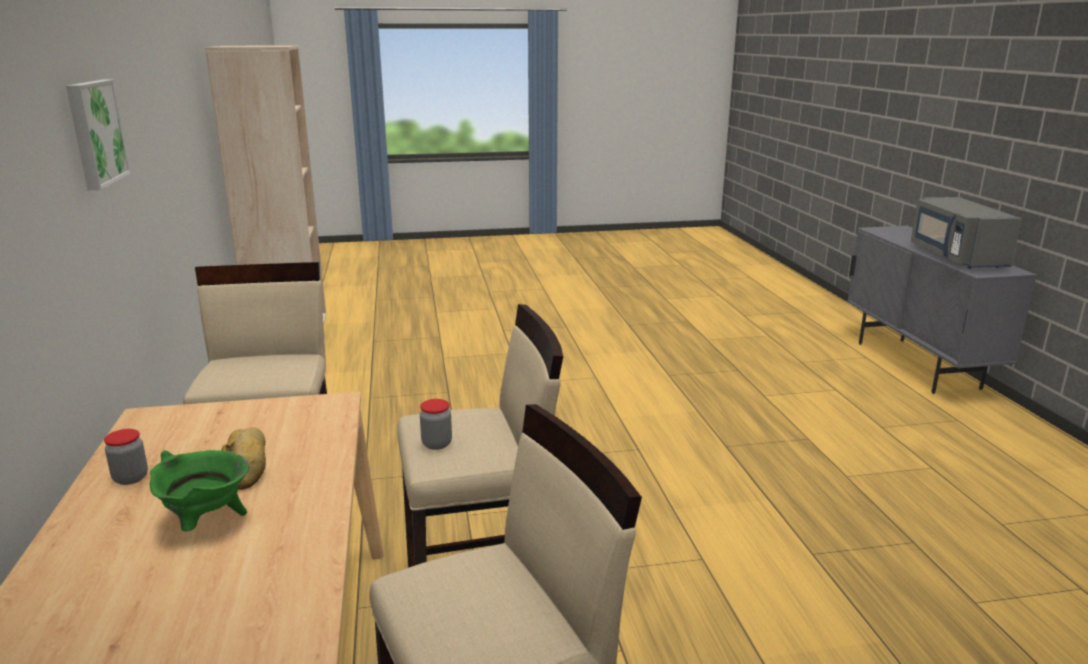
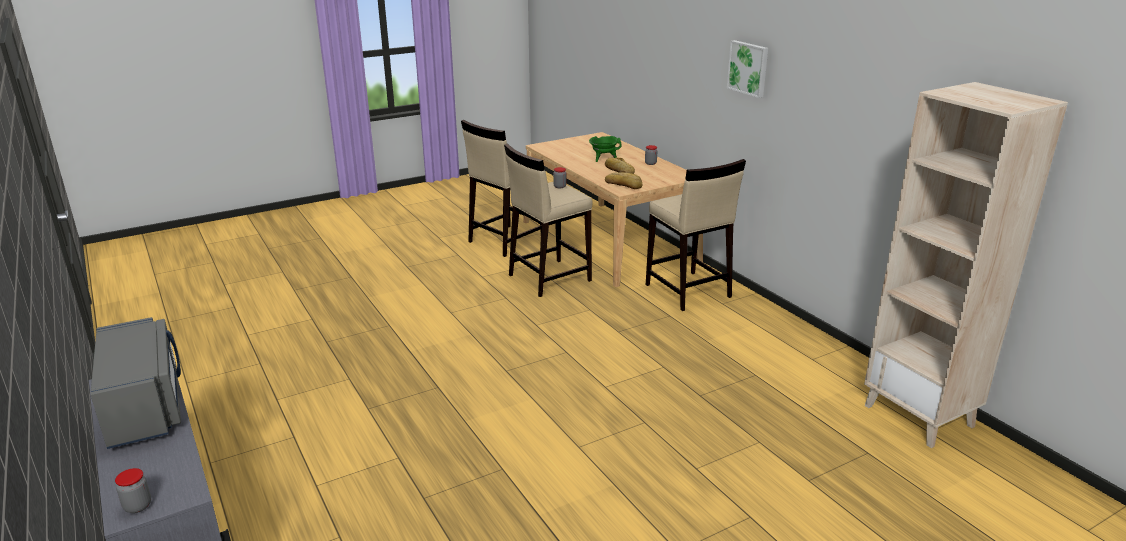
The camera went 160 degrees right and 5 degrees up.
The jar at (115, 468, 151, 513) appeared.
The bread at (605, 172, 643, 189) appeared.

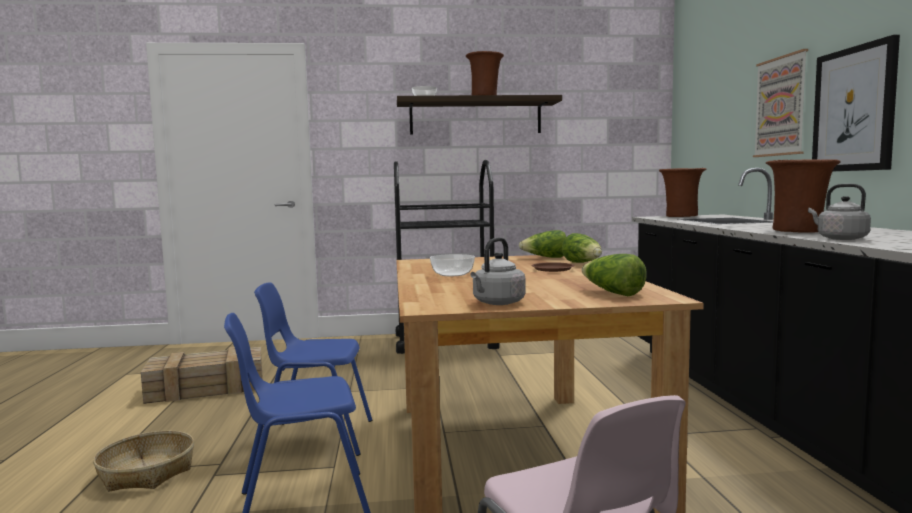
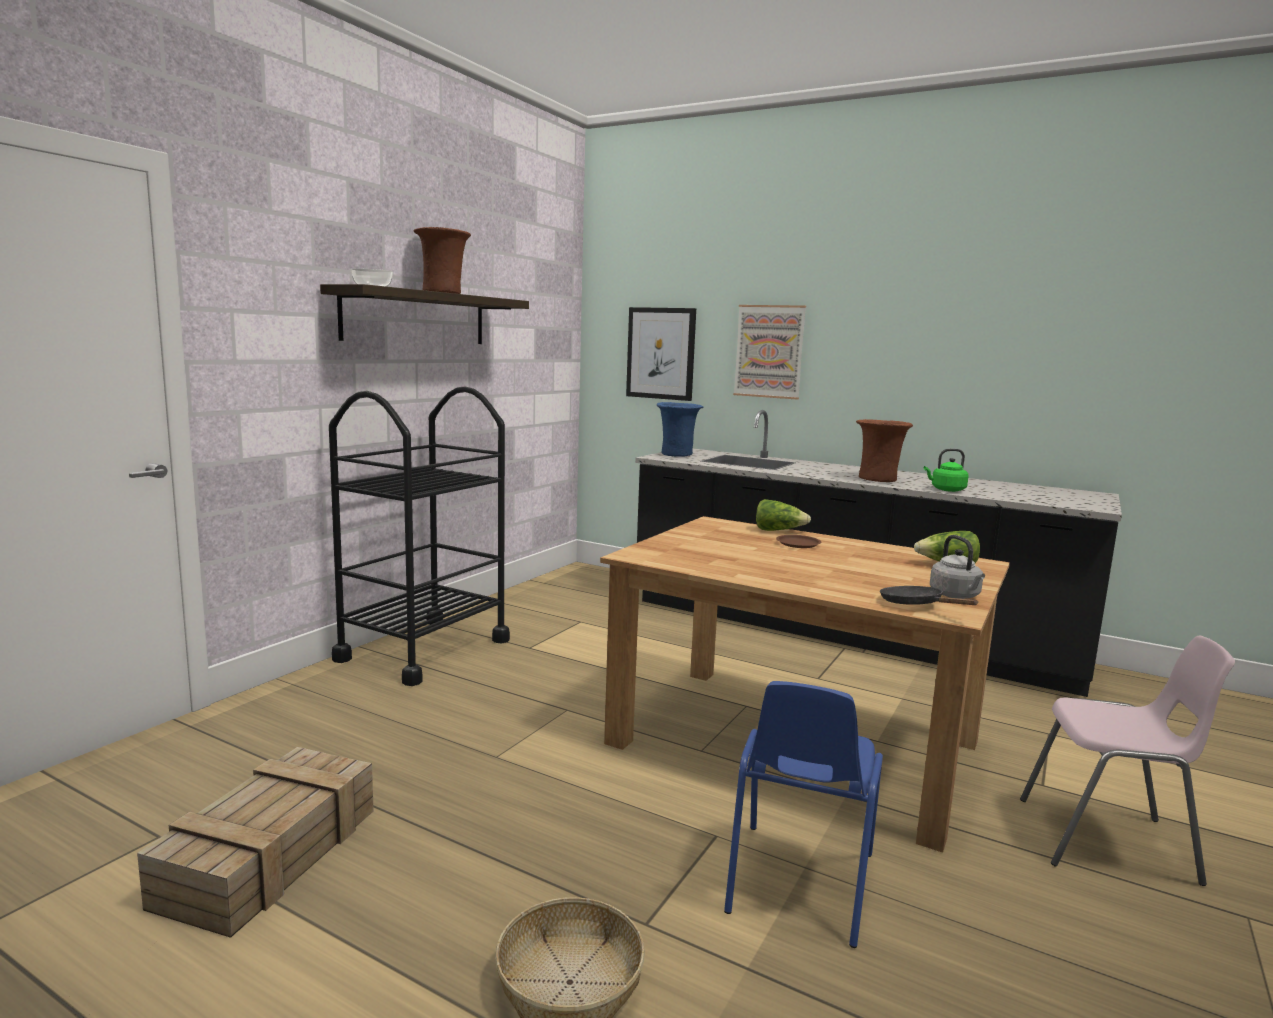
The camera went 55 degrees left and 5 degrees up.
The chair in blue at (254, 283, 372, 456) disappeared.
The bowl at (430, 254, 475, 276) disappeared.
The lettuce at (519, 230, 566, 258) disappeared.
The frying pan in black at (880, 586, 978, 605) appeared.
The picture moved from (812, 35, 900, 171) to (626, 307, 696, 401).
The vase in brown at (659, 168, 707, 217) became the vase in blue at (657, 402, 703, 457).
The kettle in grey at (808, 184, 871, 240) became the kettle in green at (924, 449, 969, 492).

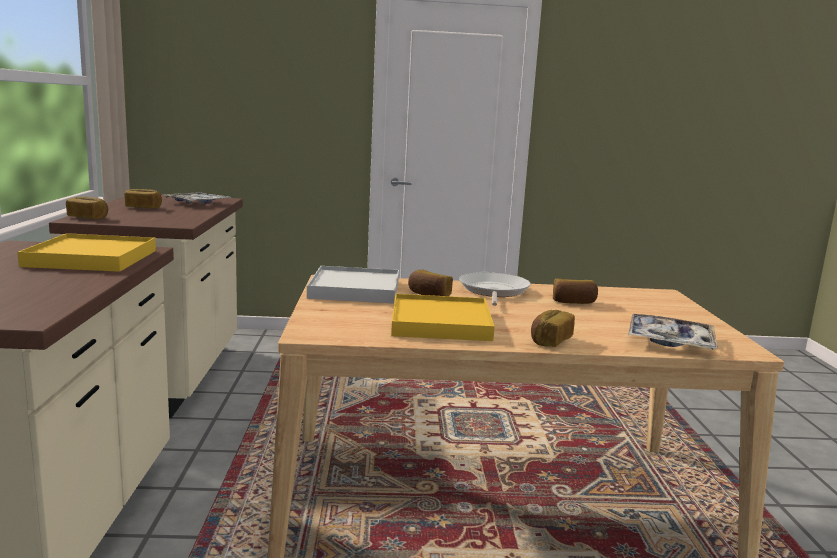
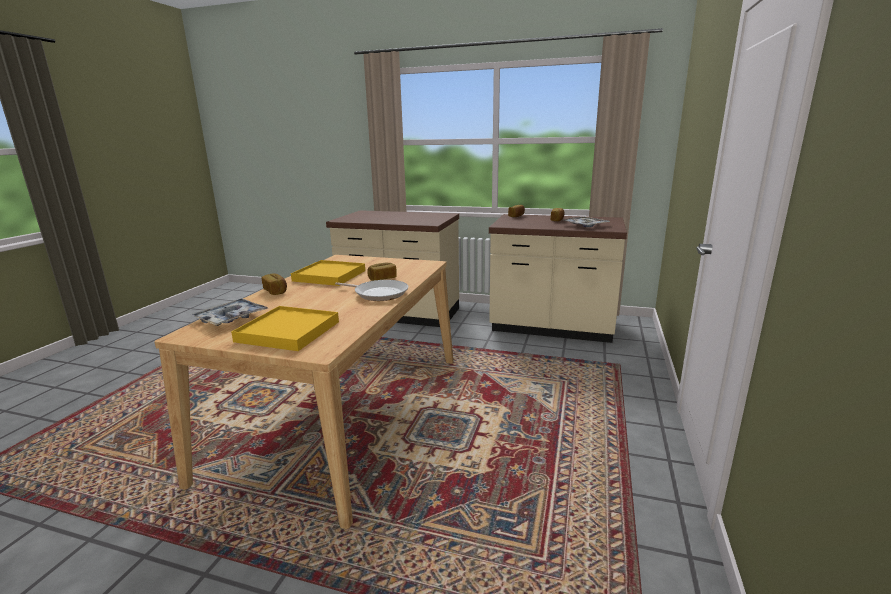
The camera went 110 degrees right and 5 degrees up.
The tray in white at (307, 266, 399, 304) disappeared.
The bread at (553, 278, 598, 304) disappeared.
The tray in yellow moved from (17, 233, 156, 272) to (231, 306, 339, 351).

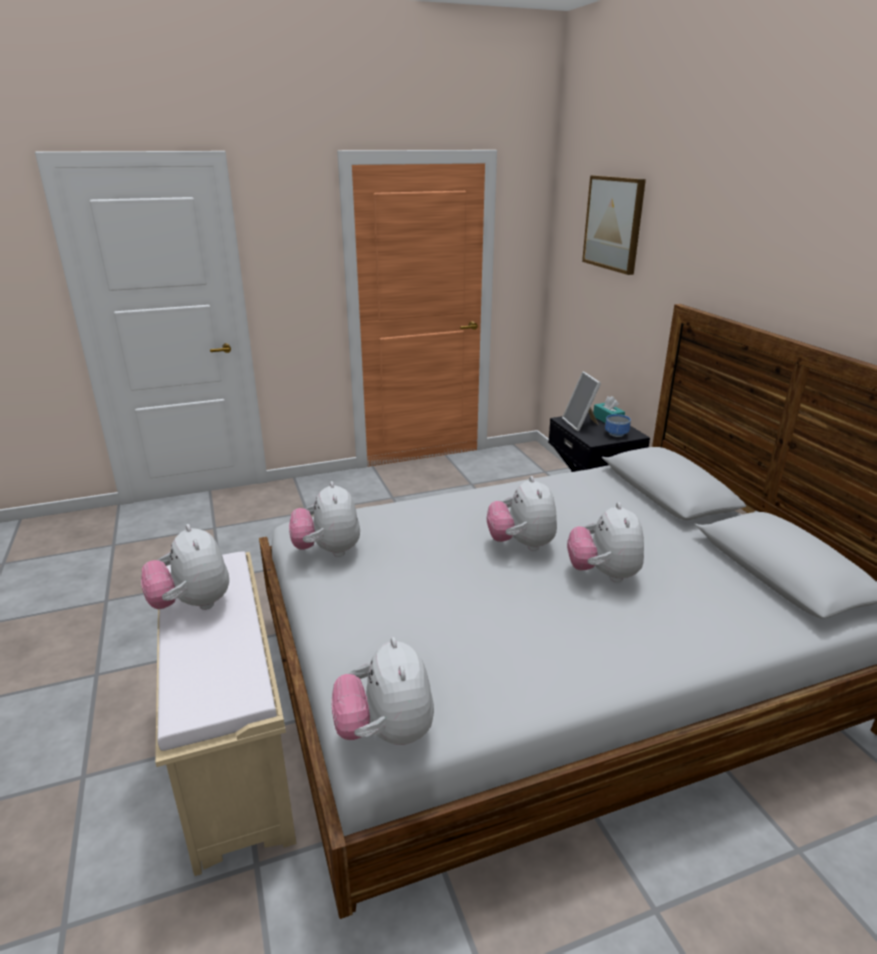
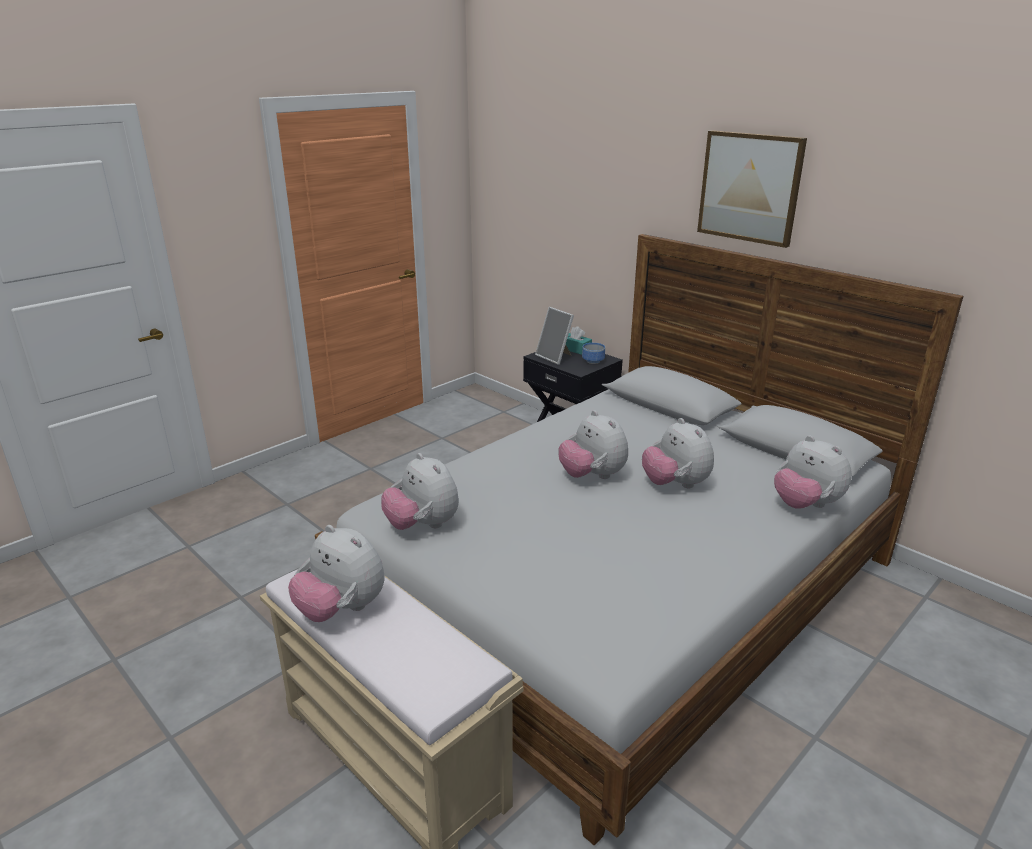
The camera went 25 degrees left and 0 degrees up.
The plush toy moved from (331, 637, 434, 745) to (774, 436, 852, 509).
The picture moved from (582, 175, 646, 275) to (697, 130, 807, 248).

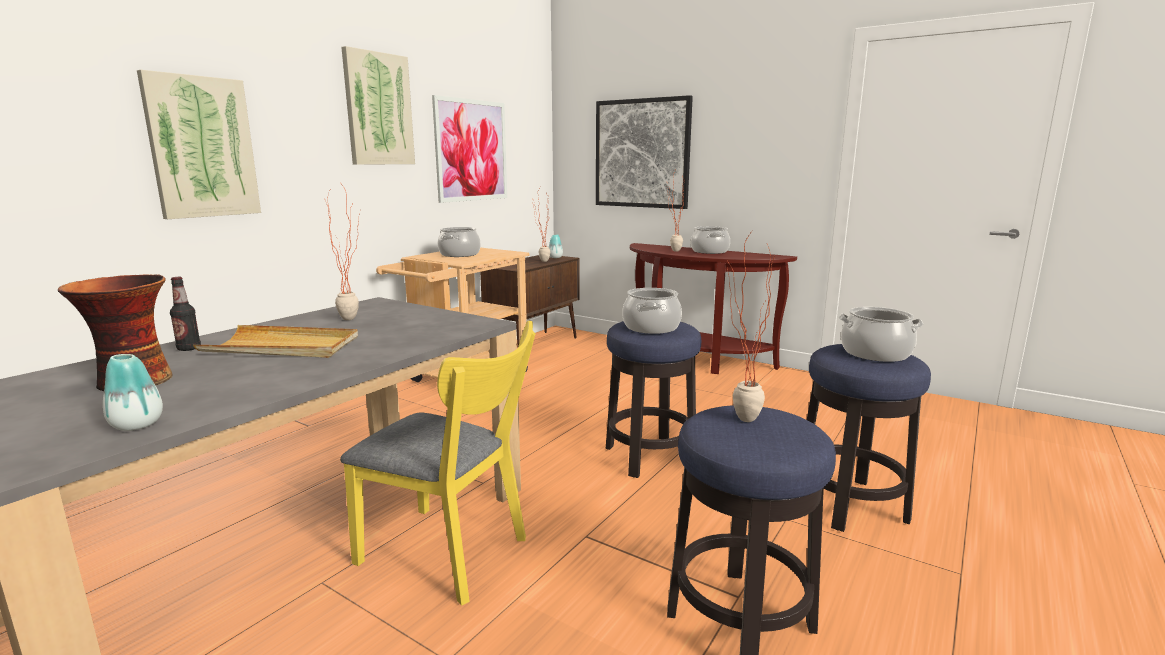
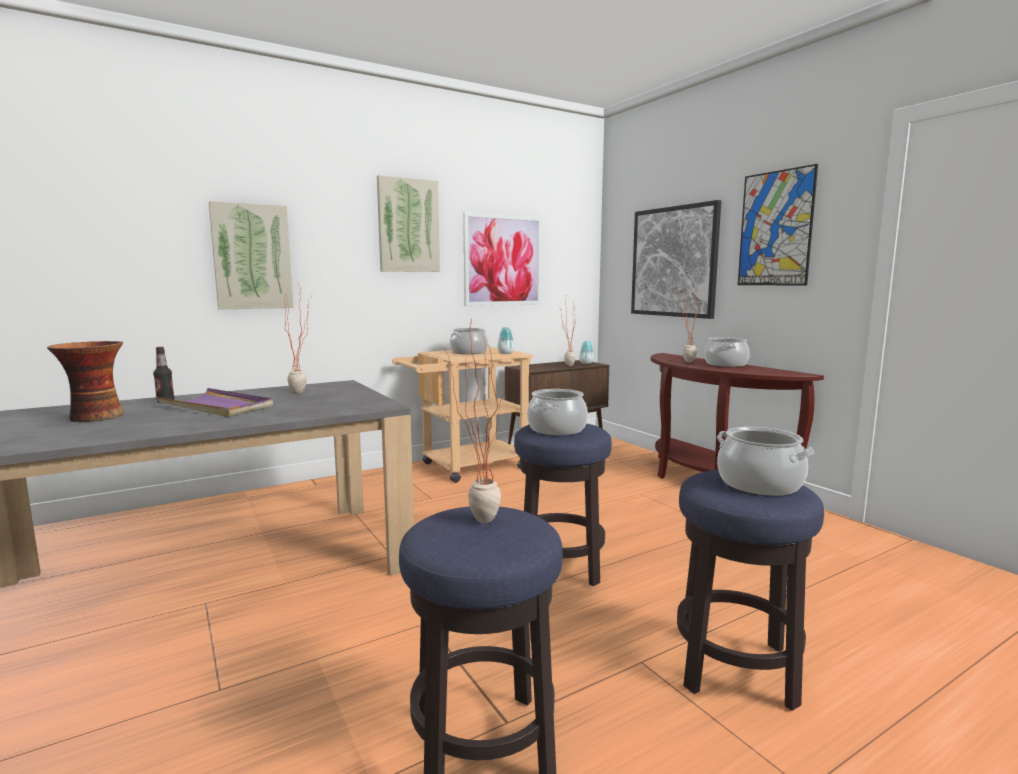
The camera went 25 degrees right and 5 degrees down.
The chair in yellow at (340, 320, 536, 606) disappeared.
The picture at (738, 164, 818, 286) appeared.
The vase moved from (103, 354, 163, 431) to (497, 327, 514, 354).
The tray in beige at (193, 325, 358, 358) became the tray in purple at (155, 388, 273, 417).

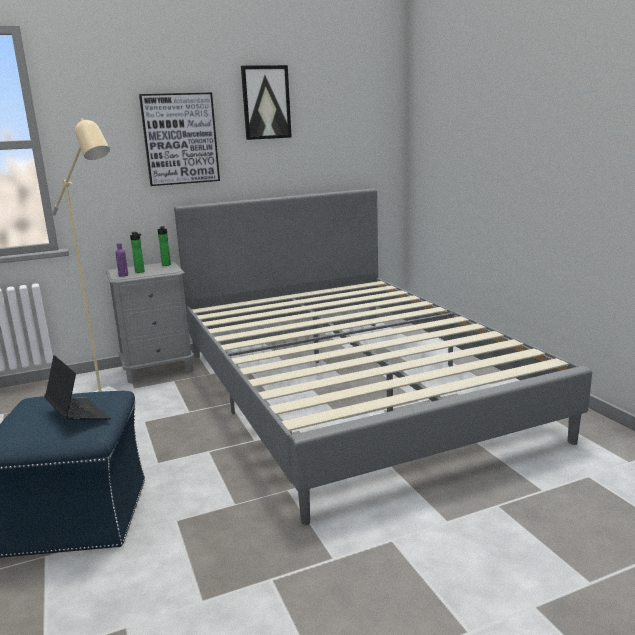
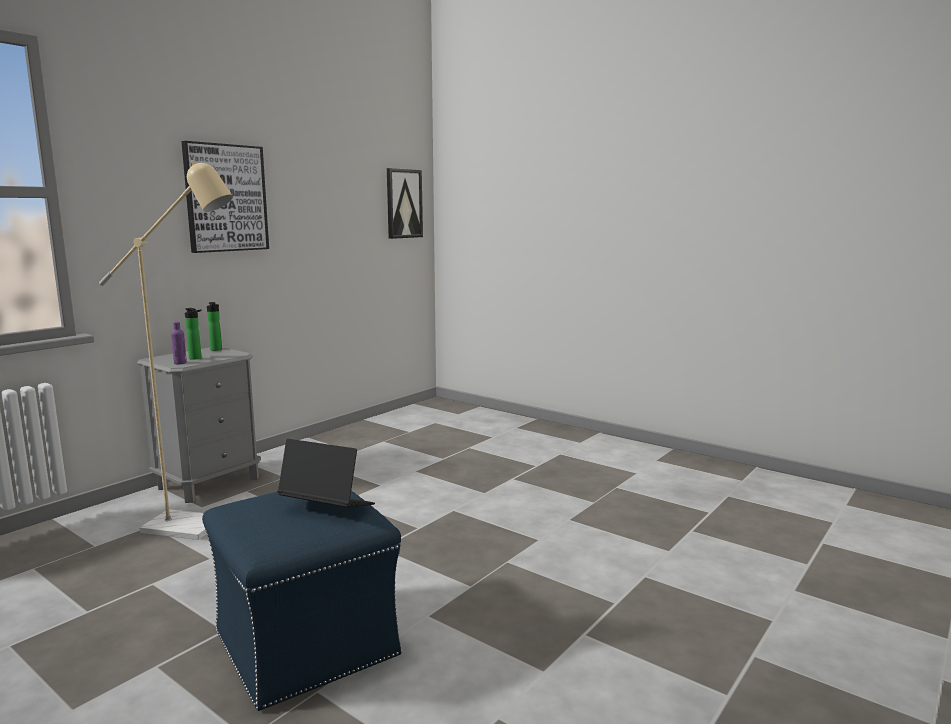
The camera went 30 degrees left and 5 degrees down.
The bed in grey at (174, 189, 592, 525) disappeared.
The picture moved from (241, 65, 292, 140) to (387, 168, 423, 239).

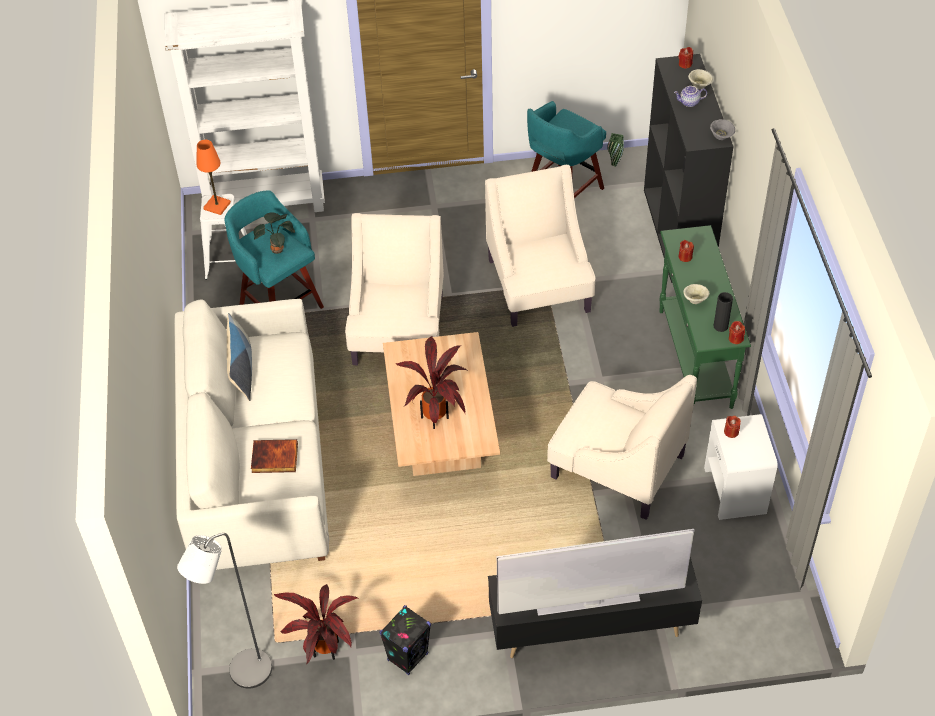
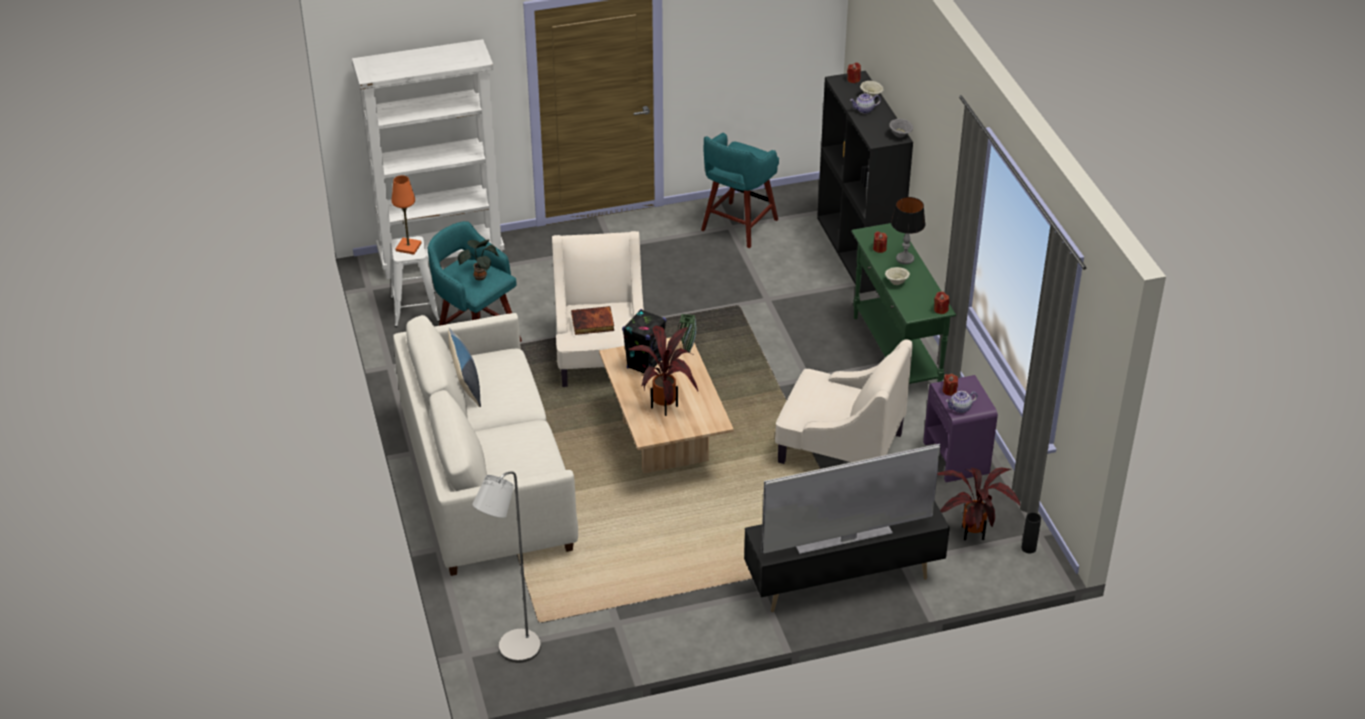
The camera went 10 degrees left and 10 degrees down.
The armchair in beige at (485, 165, 596, 327) disappeared.
The table lamp at (891, 197, 926, 264) appeared.
The teapot at (946, 391, 977, 413) appeared.
The book moved from (251, 439, 298, 473) to (571, 306, 614, 335).
The potted plant moved from (273, 584, 357, 664) to (937, 468, 1021, 540).
The speaker in black moved from (379, 605, 431, 675) to (622, 309, 666, 373).
The vase in green moved from (607, 133, 624, 167) to (678, 314, 697, 352).
The vase in black moved from (714, 292, 733, 332) to (1022, 512, 1041, 553).
The nightstand in white at (704, 414, 778, 520) became the nightstand in purple at (923, 375, 998, 482).

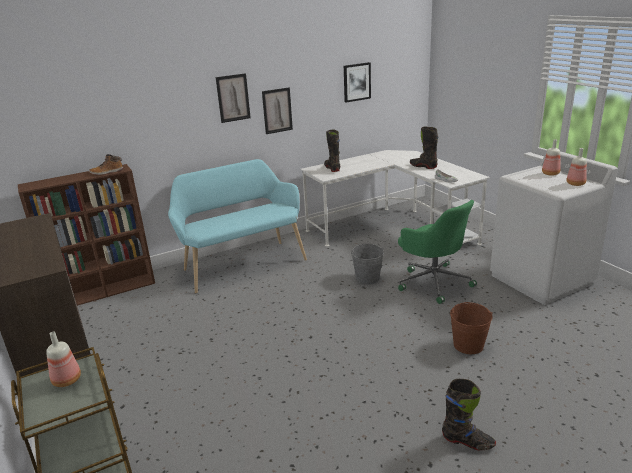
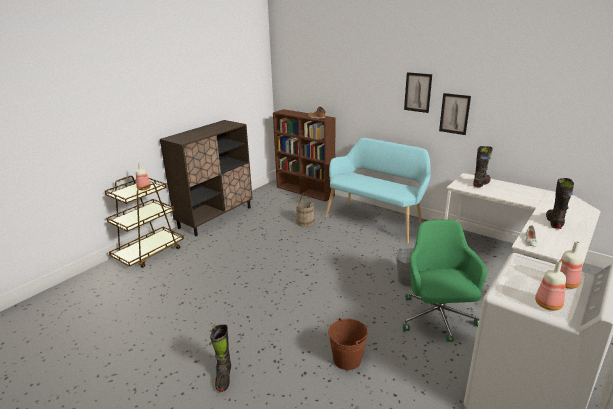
The camera went 65 degrees right and 0 degrees up.
The picture at (344, 62, 371, 102) disappeared.
The bucket in beige at (296, 194, 315, 227) appeared.
The office chair in green at (398, 200, 477, 304) turned 150 degrees clockwise.

